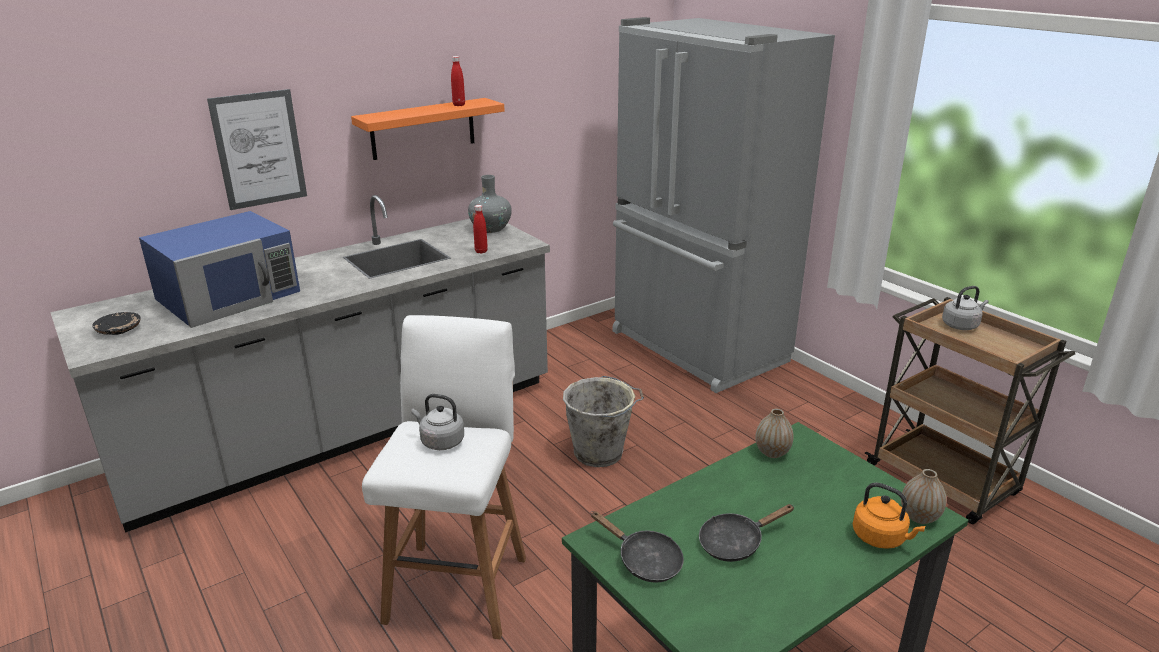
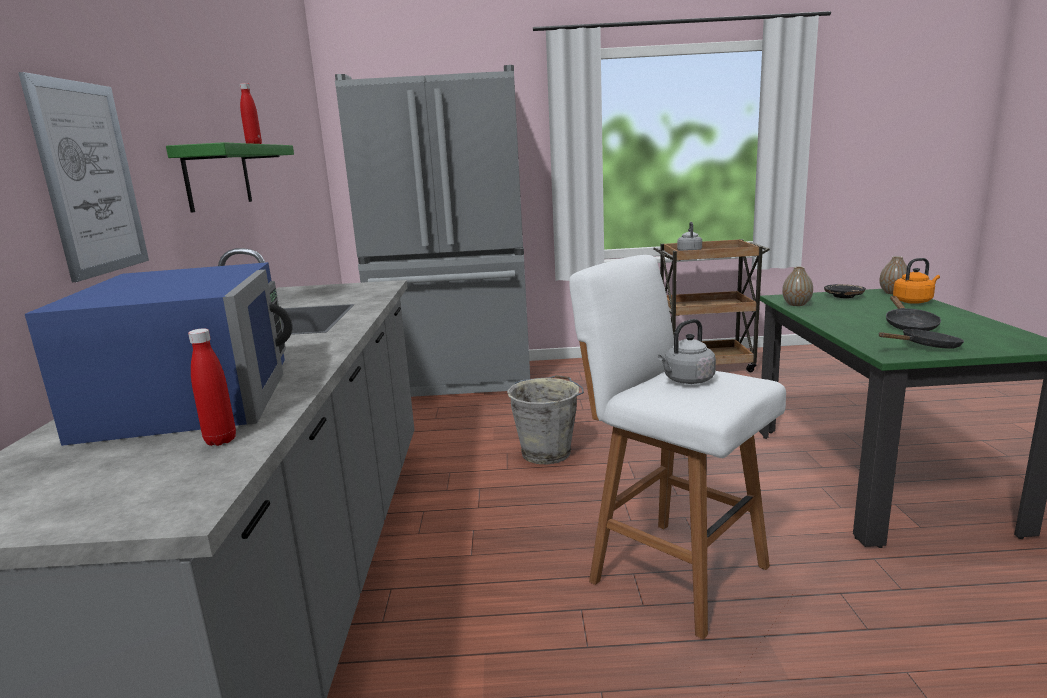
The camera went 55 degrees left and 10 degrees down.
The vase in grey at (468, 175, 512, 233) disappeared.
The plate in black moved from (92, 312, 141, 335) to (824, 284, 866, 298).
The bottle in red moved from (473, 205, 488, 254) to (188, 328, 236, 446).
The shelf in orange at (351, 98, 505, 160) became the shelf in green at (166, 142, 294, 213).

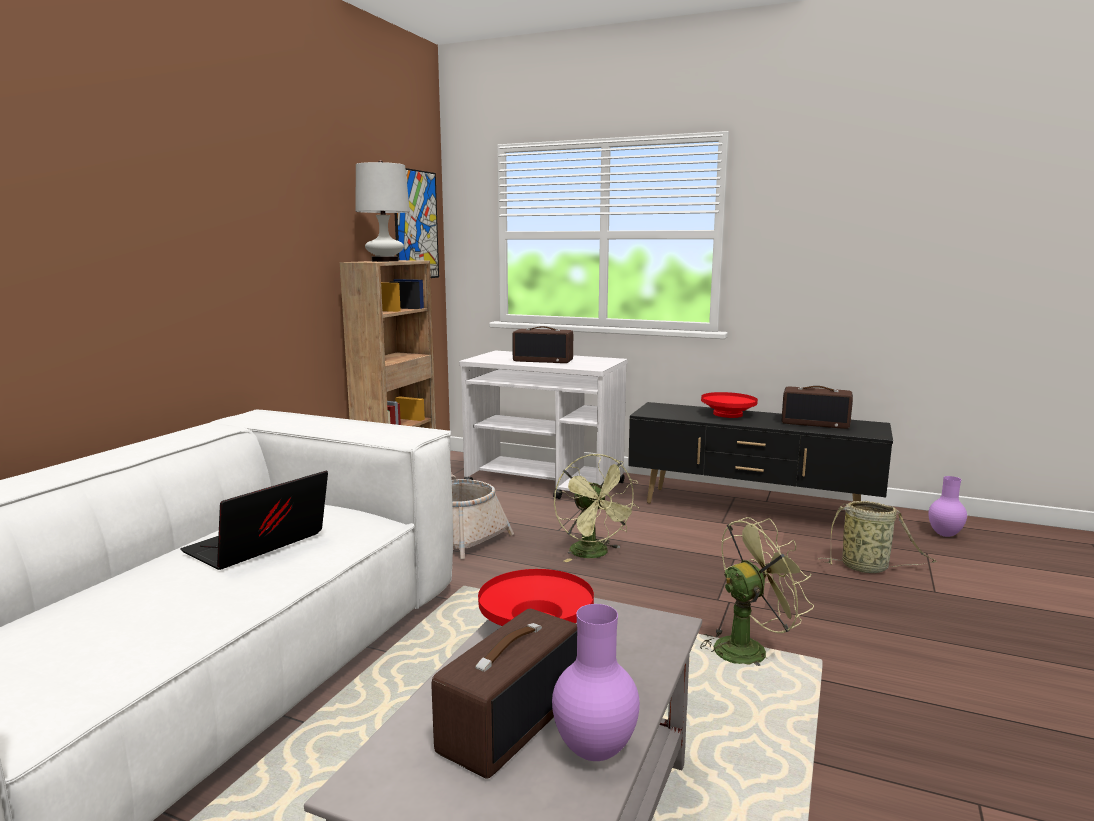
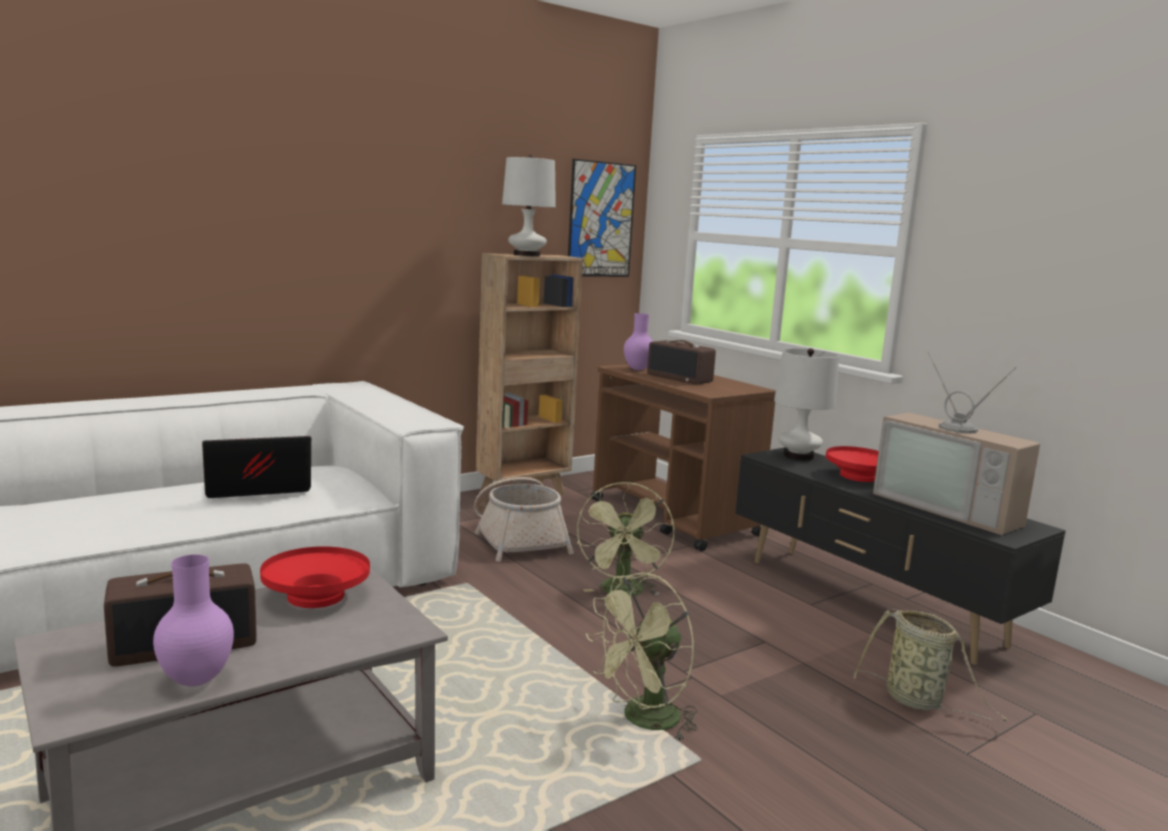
The camera went 30 degrees right and 0 degrees up.
The table lamp in white at (774, 348, 839, 460) appeared.
The vase in purple moved from (929, 476, 967, 537) to (624, 313, 653, 370).
The radio at (782, 386, 853, 429) was replaced by the television at (873, 352, 1040, 535).
The cart in white at (459, 351, 628, 499) became the cart in brown at (591, 364, 776, 552).
The fan in green at (700, 517, 814, 666) turned 135 degrees clockwise.

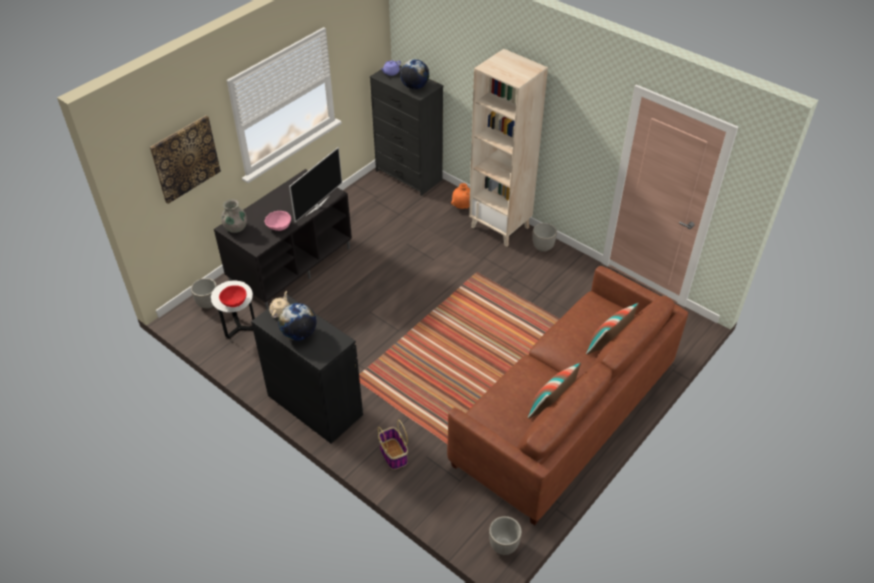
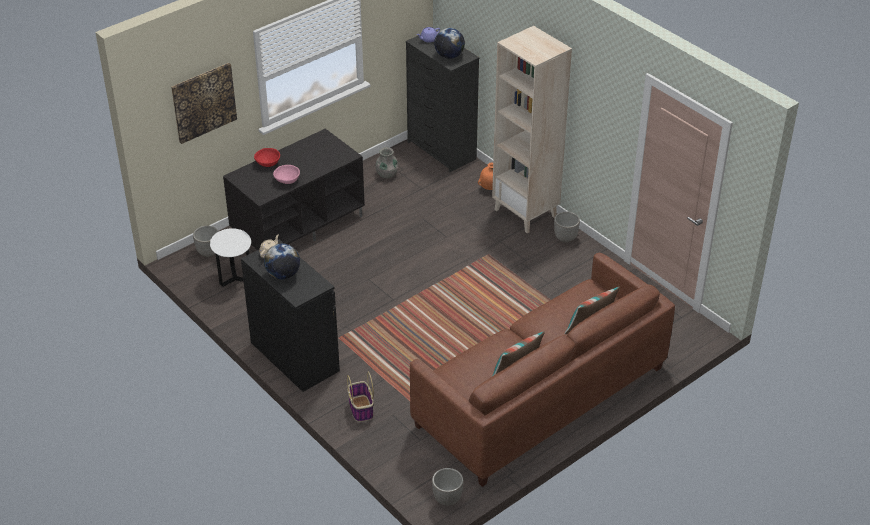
The camera went 10 degrees right and 5 degrees down.
The television at (289, 147, 342, 222) disappeared.
The bowl in red moved from (219, 285, 247, 307) to (254, 148, 280, 167).
The vase in grey moved from (221, 199, 247, 233) to (375, 147, 398, 178).

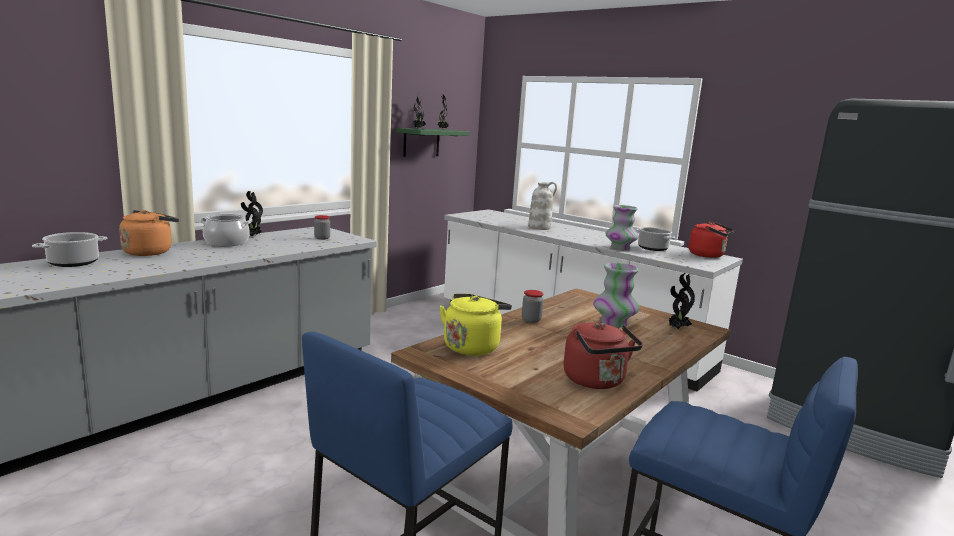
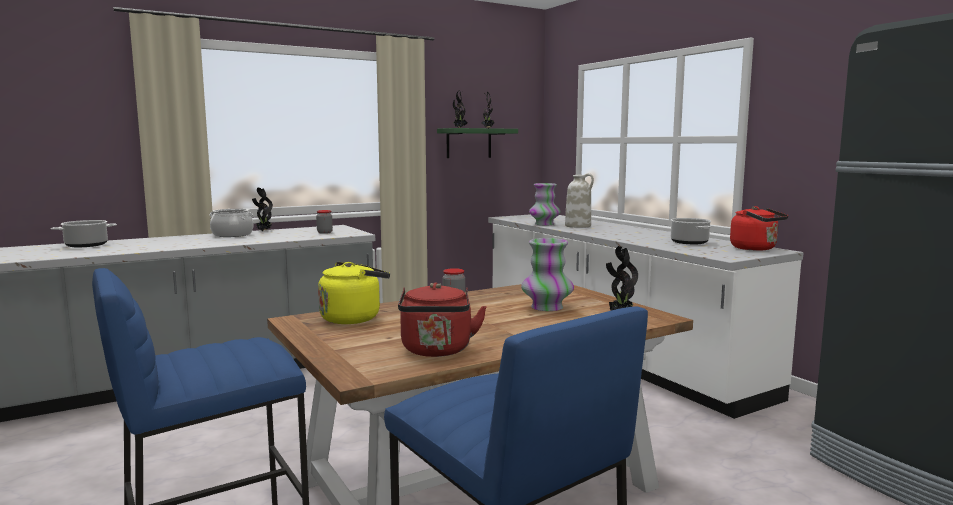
The camera went 20 degrees right and 5 degrees down.
The kettle in orange at (119, 210, 179, 256) disappeared.
The vase moved from (606, 205, 639, 250) to (529, 183, 561, 225).

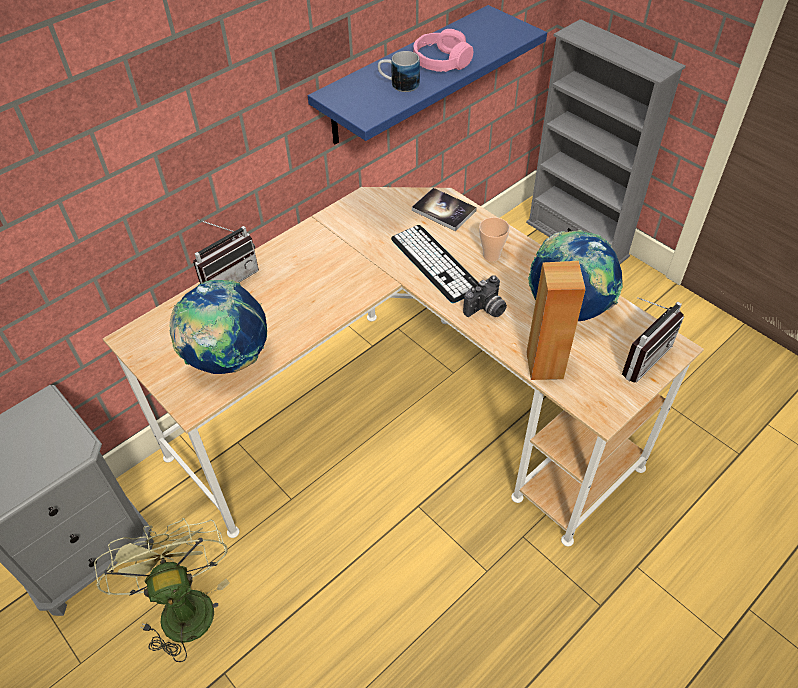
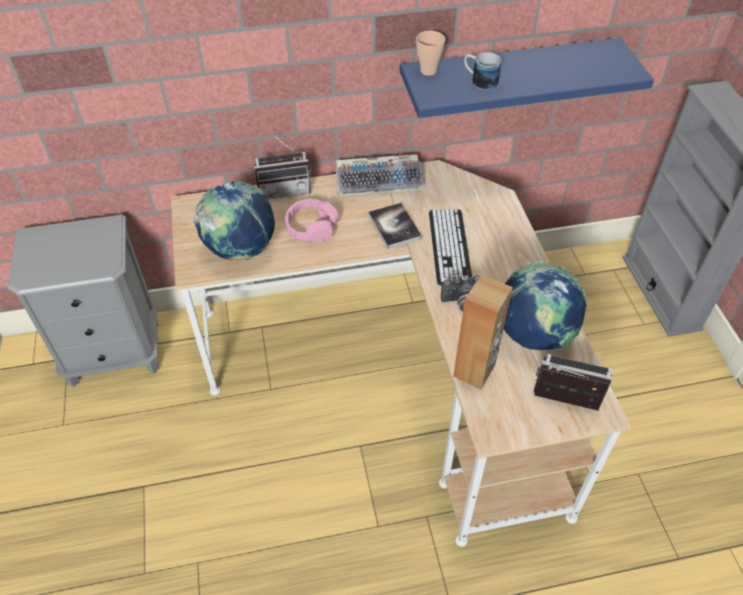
The camera went 30 degrees right and 0 degrees up.
The fan in green at (94, 518, 230, 662) disappeared.
The keyboard at (336, 154, 424, 197) appeared.
The book moved from (412, 188, 477, 231) to (368, 203, 422, 249).
The headphones in pink moved from (413, 29, 473, 72) to (285, 198, 339, 242).
The cup moved from (479, 217, 510, 262) to (416, 31, 445, 76).
The radio at (622, 297, 684, 383) turned 150 degrees counterclockwise.

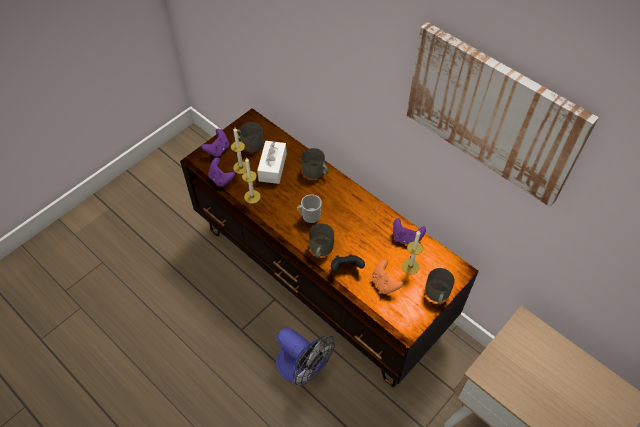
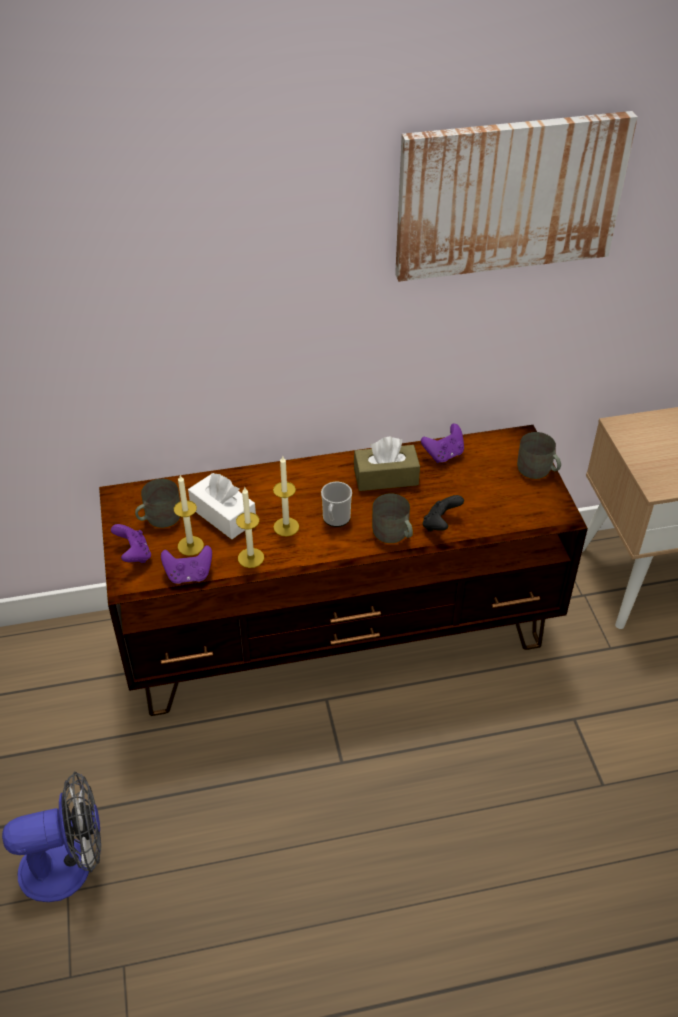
The camera went 55 degrees left and 10 degrees down.
The mug in grey at (302, 148, 328, 179) disappeared.
The game controller in orange at (372, 260, 403, 294) disappeared.
The tissue box in brown at (354, 436, 420, 491) appeared.
The fan moved from (276, 328, 335, 385) to (2, 771, 101, 902).
The candle moved from (402, 231, 423, 274) to (273, 456, 299, 537).

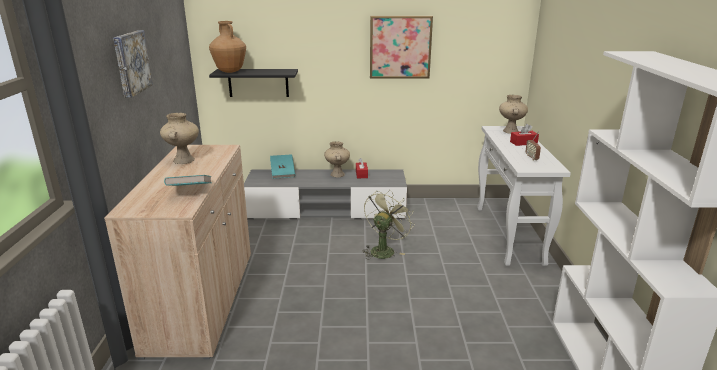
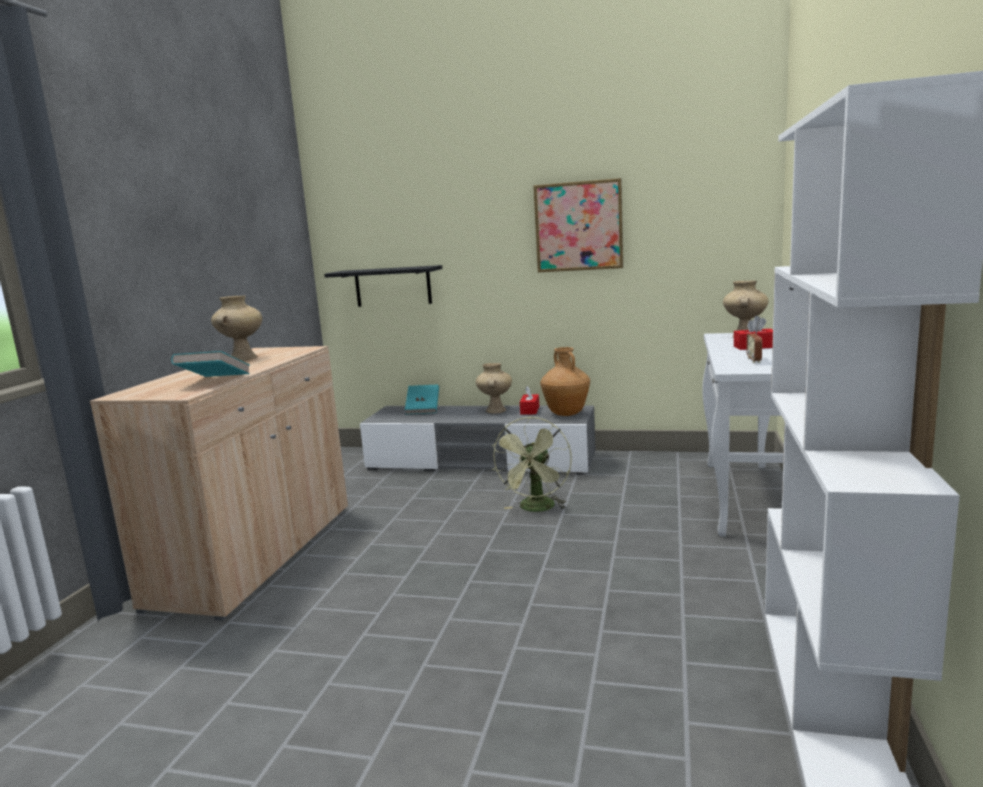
The camera went 15 degrees right and 10 degrees down.
The picture at (113, 30, 153, 98) disappeared.
The vase in brown moved from (209, 21, 246, 73) to (540, 347, 590, 416).
The fan in green at (362, 190, 414, 259) turned 150 degrees clockwise.

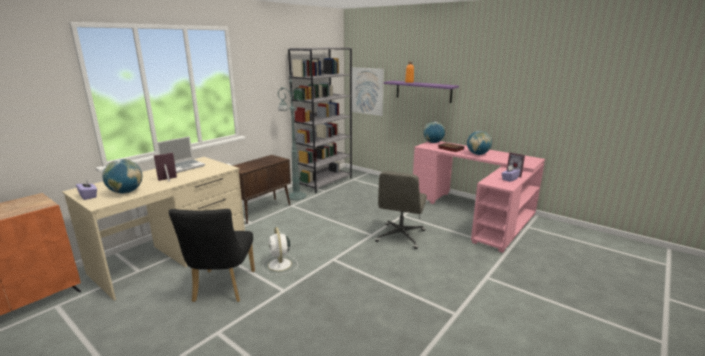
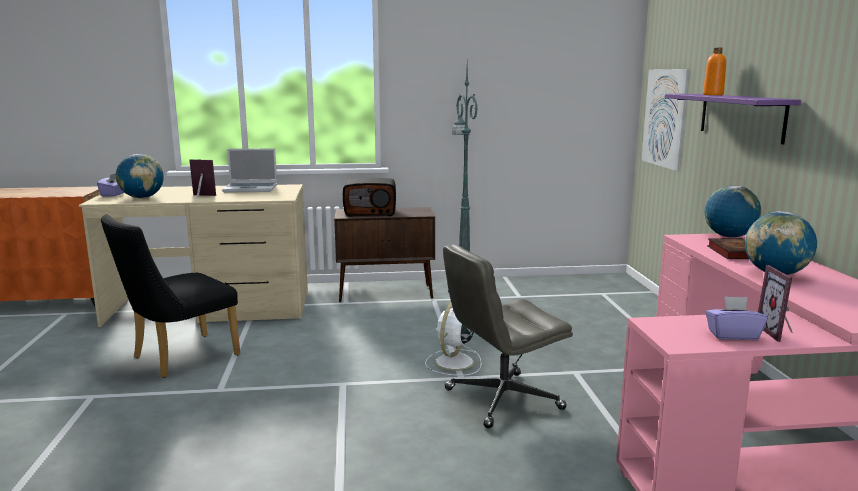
The camera went 45 degrees right and 5 degrees down.
The bookcase in grey at (288, 47, 352, 193) disappeared.
The radio at (343, 178, 396, 217) appeared.
The fan in white moved from (263, 227, 298, 275) to (425, 302, 481, 376).

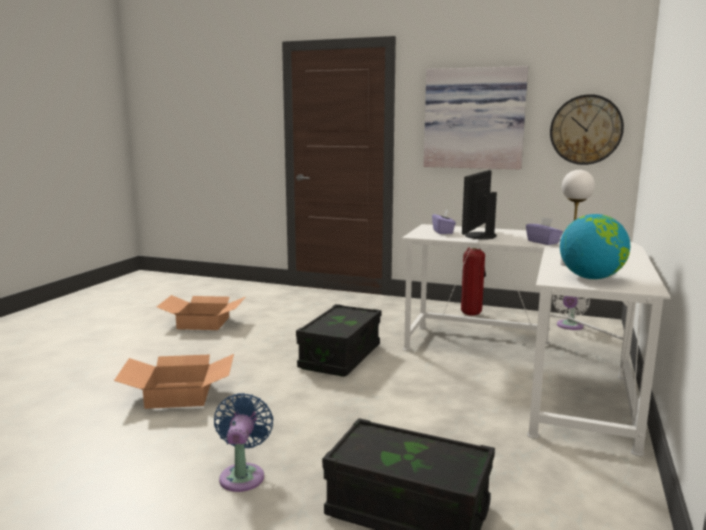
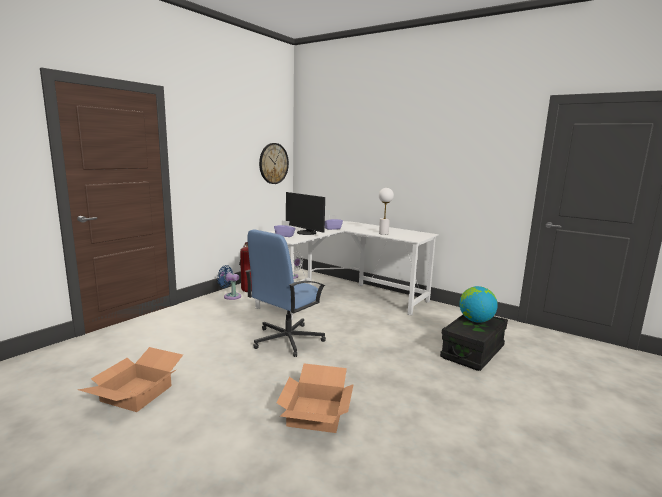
The camera went 75 degrees left and 0 degrees up.
The picture at (424, 66, 528, 170) disappeared.
The fan in blue moved from (214, 393, 273, 492) to (217, 265, 241, 300).
The globe moved from (560, 214, 631, 279) to (459, 286, 498, 323).
The storage box in black at (296, 304, 381, 377) was replaced by the office chair in blue at (245, 229, 326, 357).

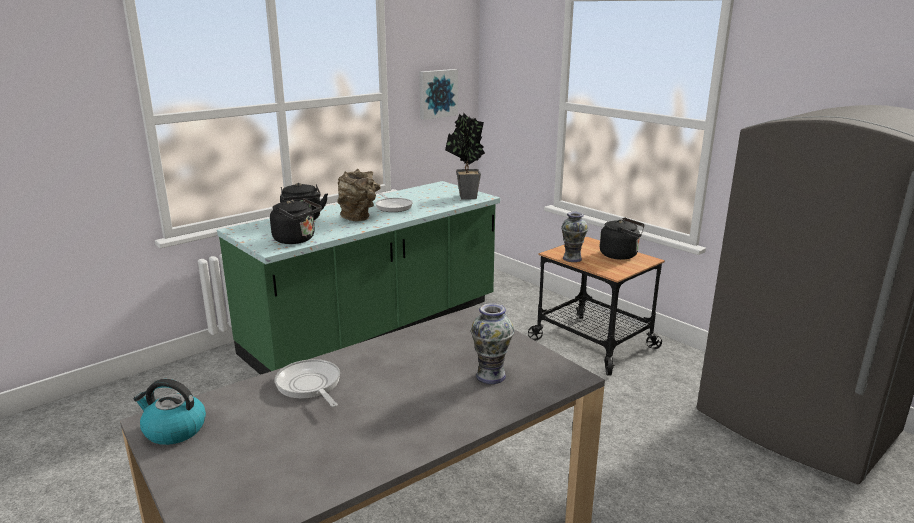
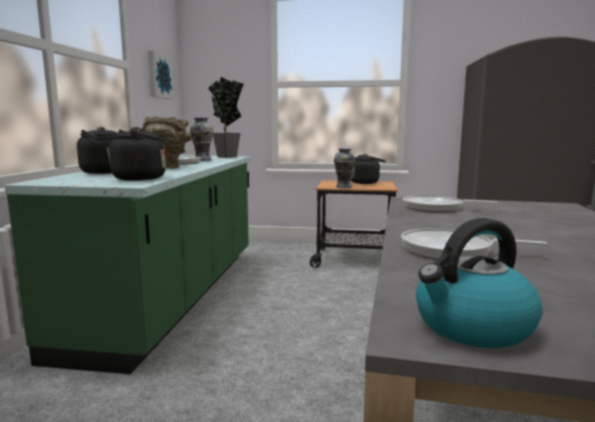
The camera went 40 degrees left and 10 degrees down.
The frying pan at (403, 195, 498, 212) appeared.
The vase moved from (471, 303, 514, 384) to (190, 117, 214, 161).

